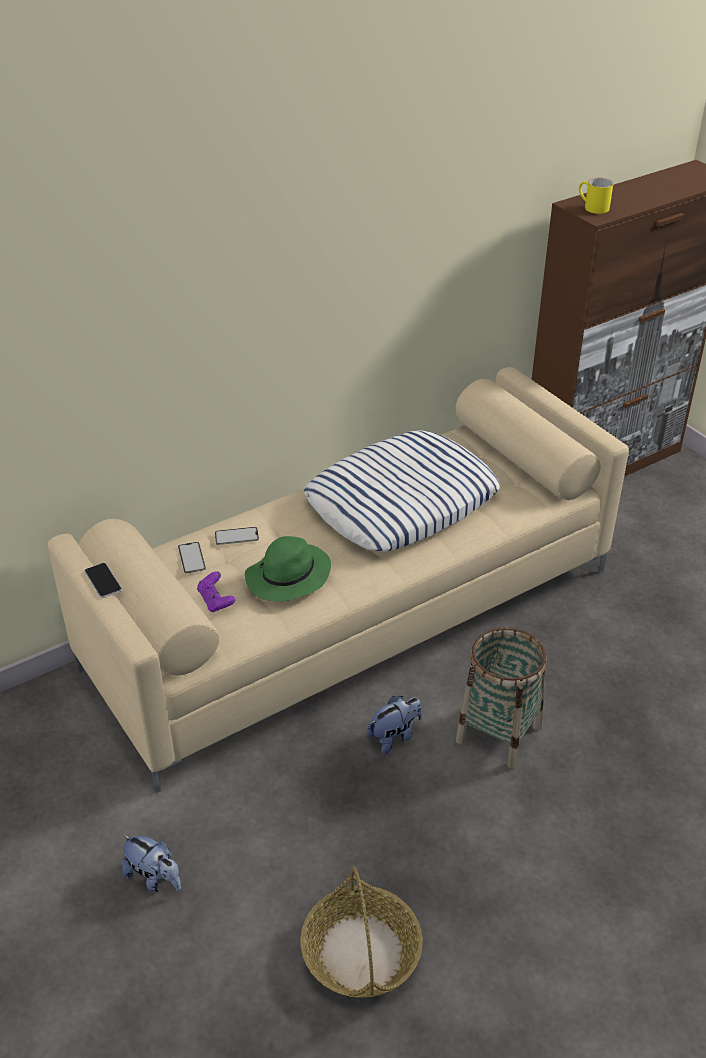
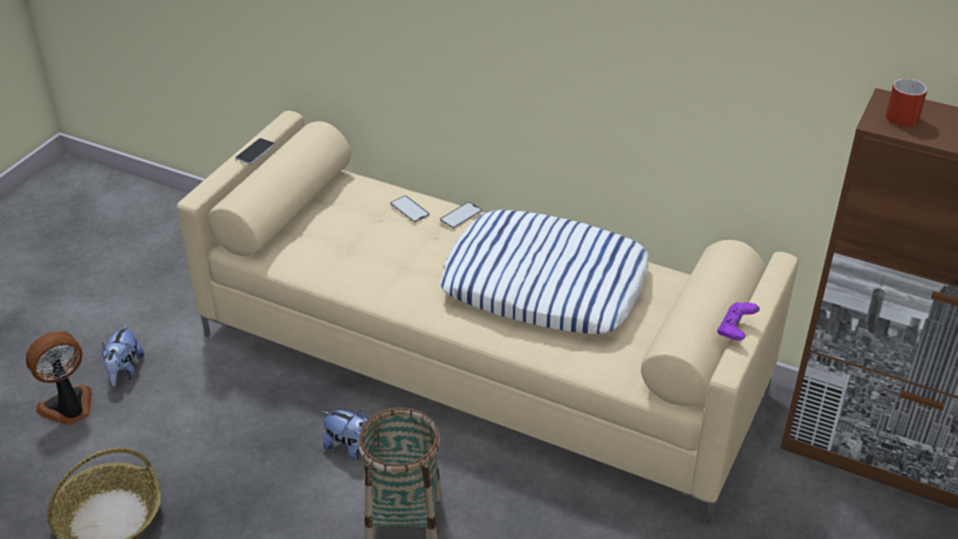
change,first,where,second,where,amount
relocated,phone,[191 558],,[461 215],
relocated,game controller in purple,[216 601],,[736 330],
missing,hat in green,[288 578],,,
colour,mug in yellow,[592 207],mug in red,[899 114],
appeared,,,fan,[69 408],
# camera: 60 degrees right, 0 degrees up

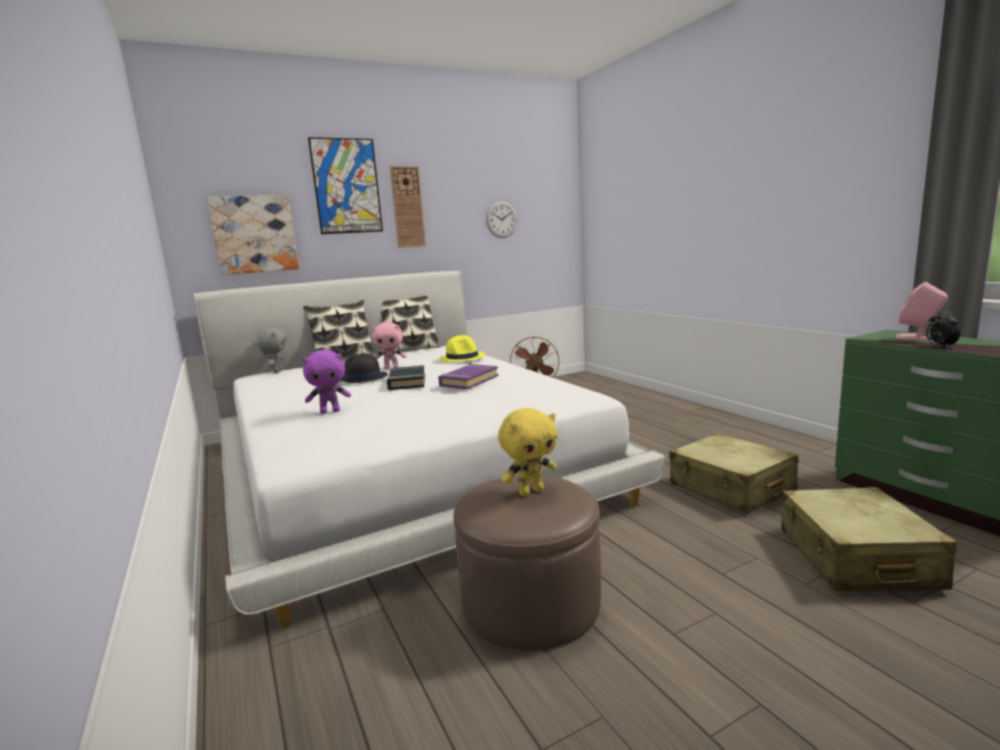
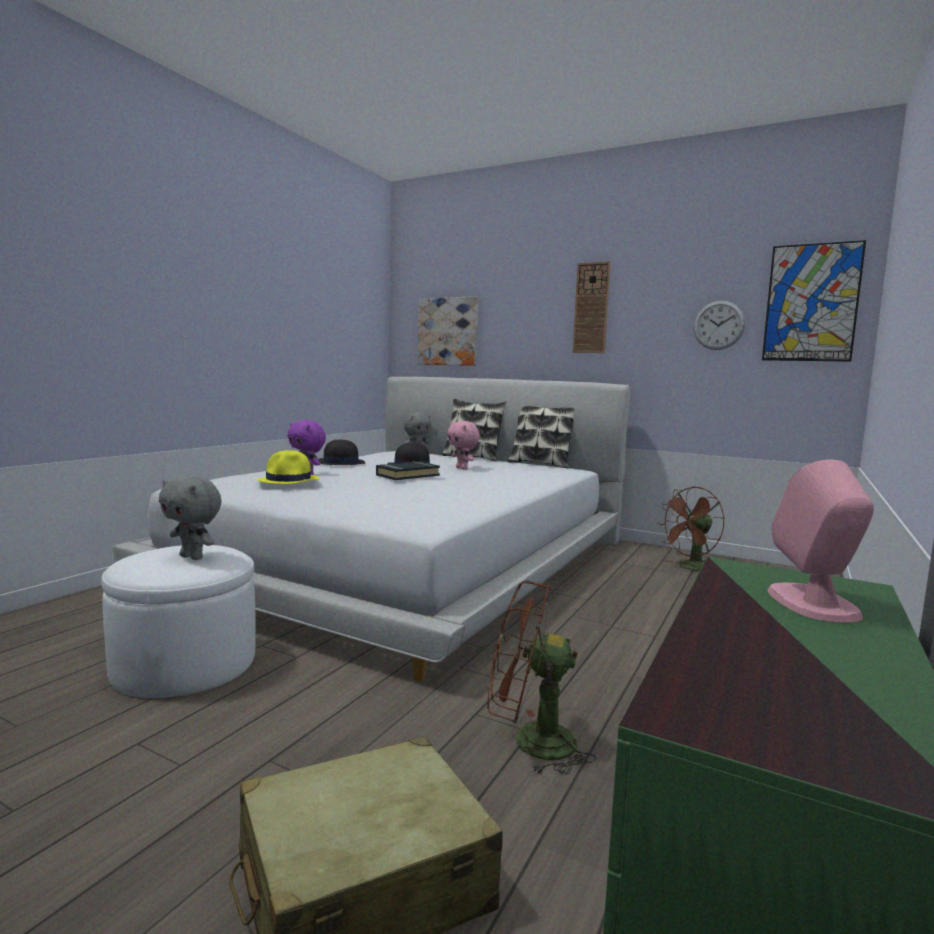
change,first,where,second,where,amount
relocated,picture,[346 186],,[811 303],
missing,book in purple,[468 381],,,
relocated,hat in yellow,[462 357],,[289 480],
colour,ottoman in brown,[531 602],ottoman in white,[185 664],
colour,plush toy in yellow,[531 491],plush toy in grey,[193 557],
exchanged,suitcase in beige,[731 488],fan in brown,[530 742],
missing,alarm clock,[940 346],,,
appeared,,,hat in black,[340 463],
# camera: 55 degrees right, 5 degrees down

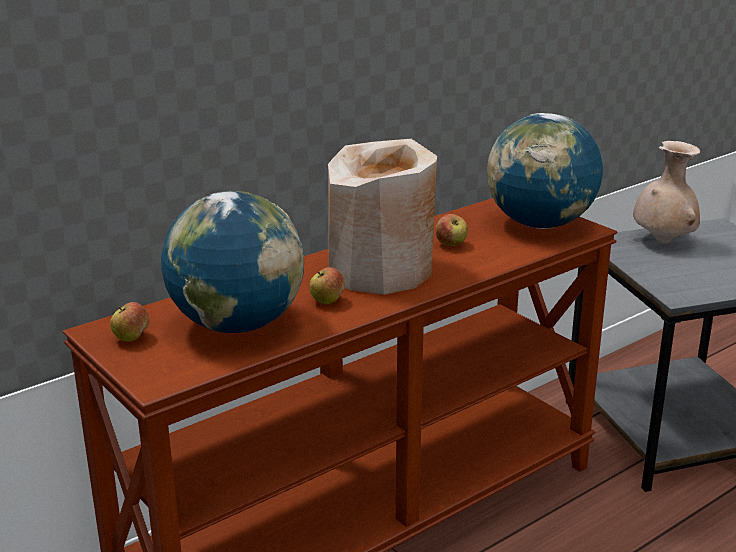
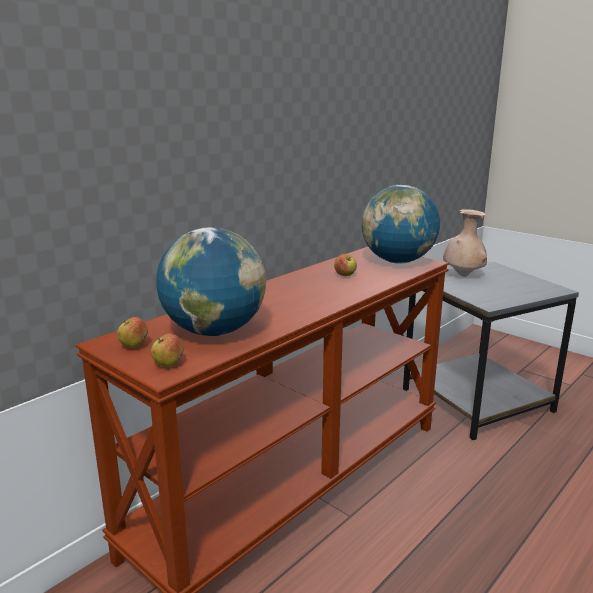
change,first,where,second,where,amount
relocated,apple,[327 301],,[168 364],
missing,vase in beige,[380 270],,,
# camera: 10 degrees left, 5 degrees down

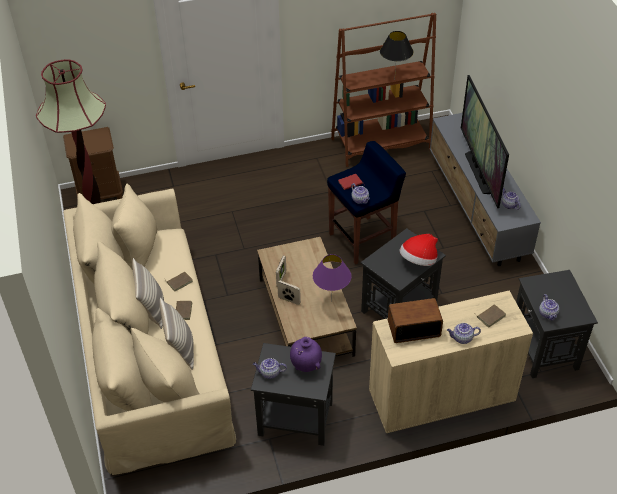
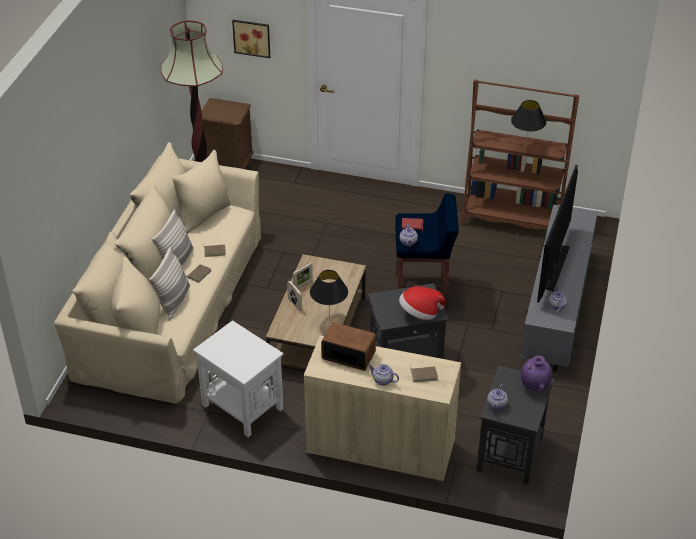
change,first,where,second,where,amount
colour,side table in black,[294 418],side table in white,[242 406],
missing,teapot,[269 373],,,
relocated,vase in purple,[306 365],,[534 387],
colour,table lamp in purple,[331 302],table lamp in black,[329 320],
appeared,,,picture,[252 37],
# camera: 30 degrees right, 5 degrees down

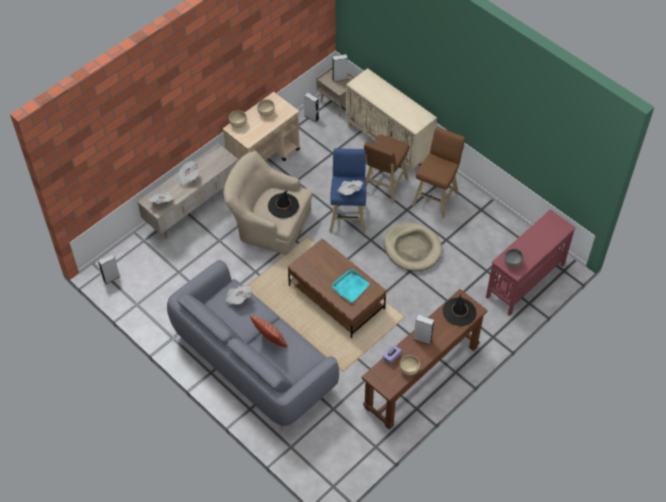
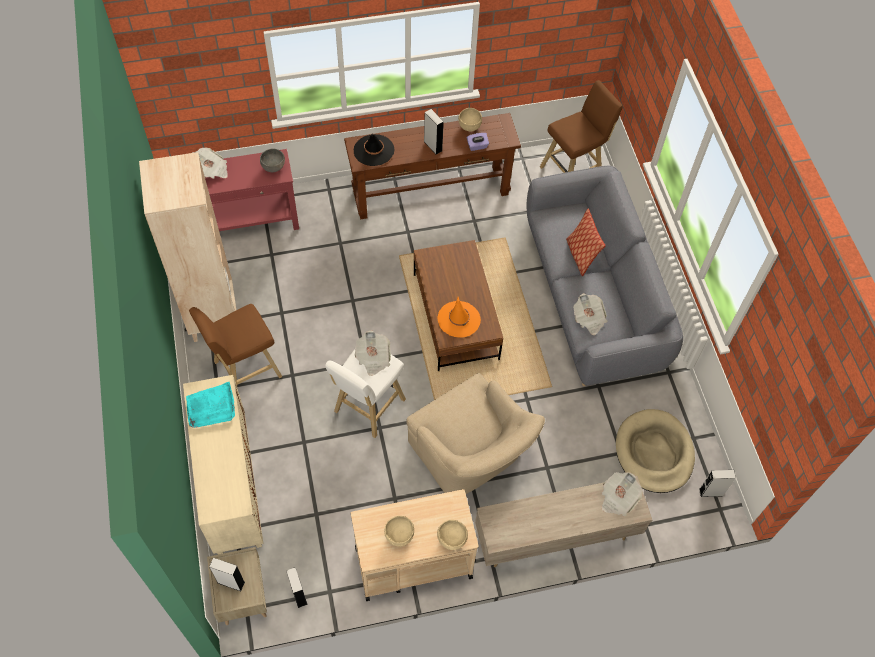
change,first,where,second,where,amount
relocated,newspaper,[187 177],,[212 170],
missing,hat in black,[283 206],,,
colour,stool in blue,[348 216],stool in white,[367 408],
relocated,tray in turquoise,[350 286],,[211 407],
relocated,stool in brown,[383 186],,[573 172],
relocated,dog bed in beige,[412 248],,[654 452],
appeared,,,bookcase in beige,[212 315],
appeared,,,hat in orange,[459 319],
# camera: 150 degrees left, 5 degrees up

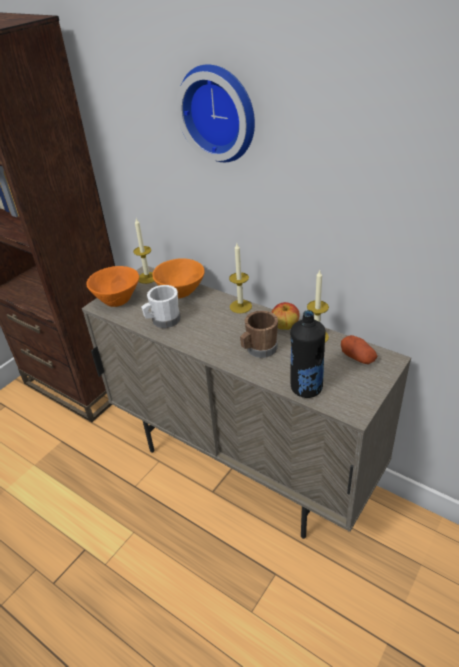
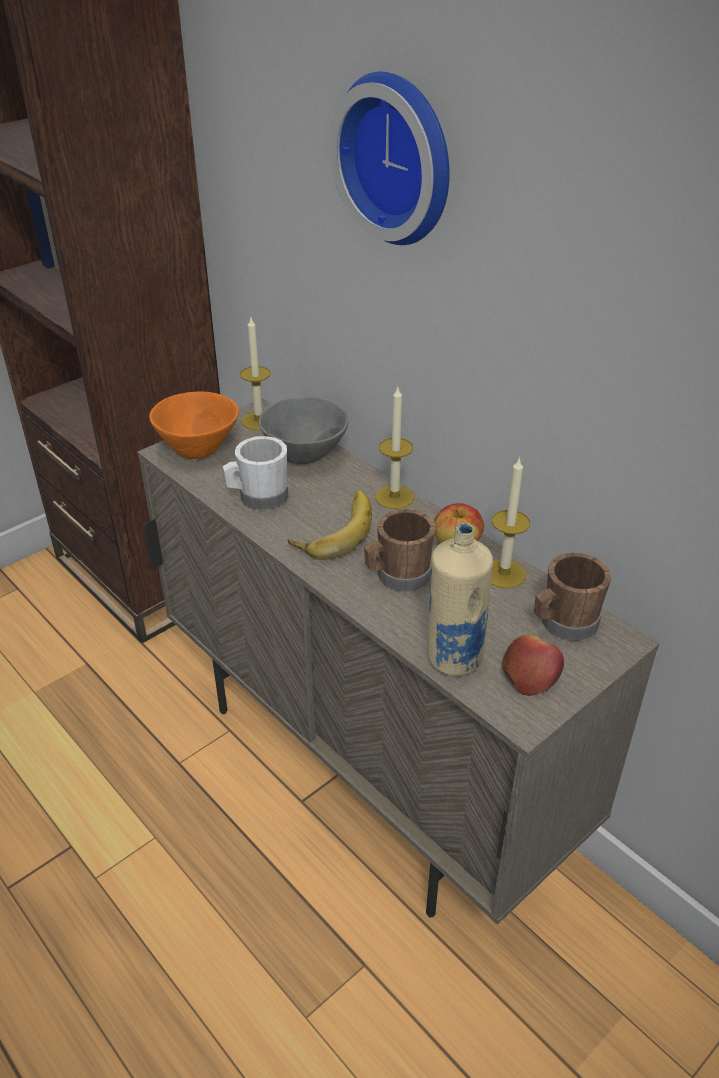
change,first,where,second,where,amount
colour,bowl in orange,[182 292],bowl in grey,[306 455],
colour,bottle in black,[306 388],bottle in beige,[453 658],
exchanged,potato,[357 357],mug in brown,[563 624],
appeared,,,banana,[334 529],
appeared,,,apple,[530 673],
# camera: 10 degrees right, 0 degrees up

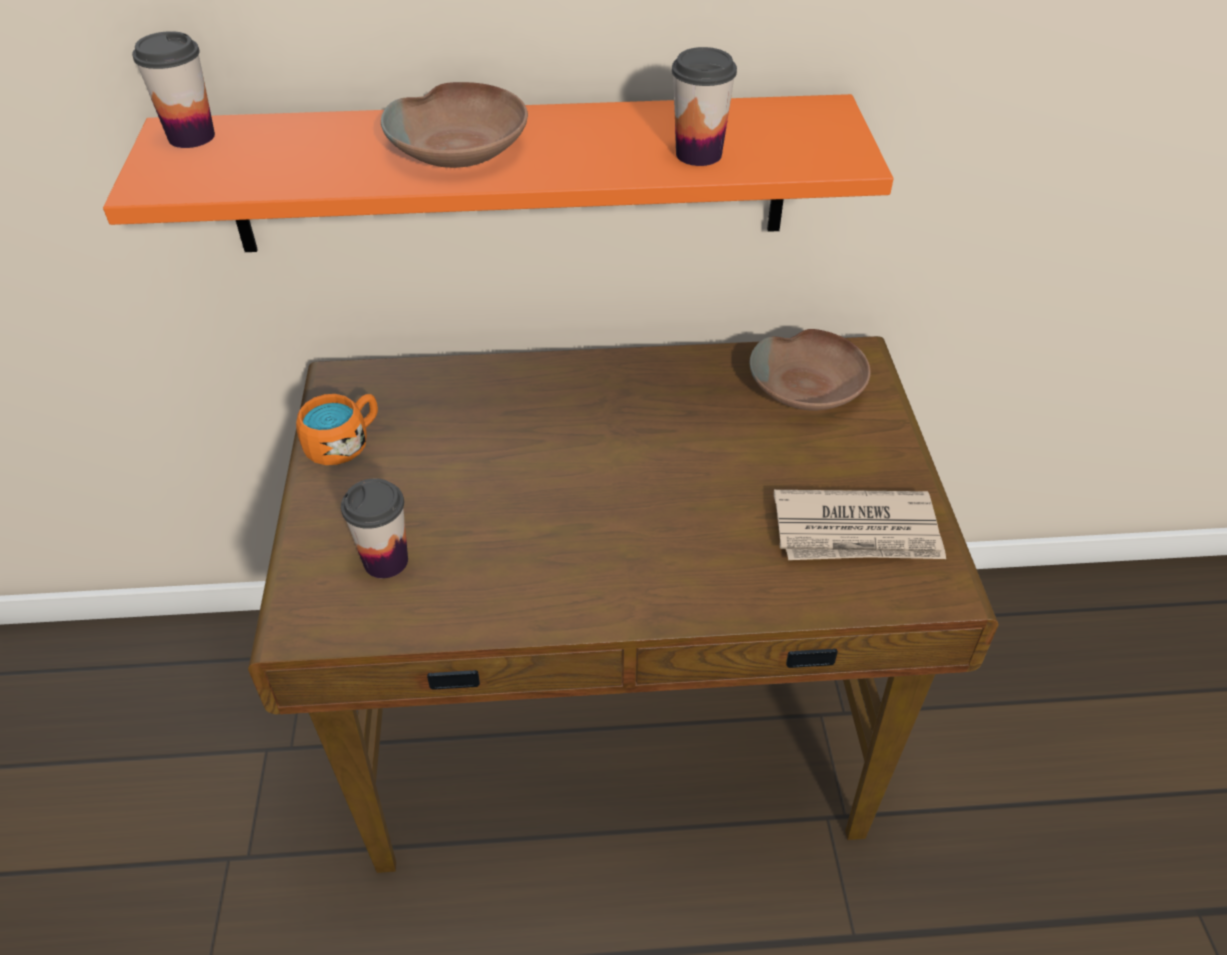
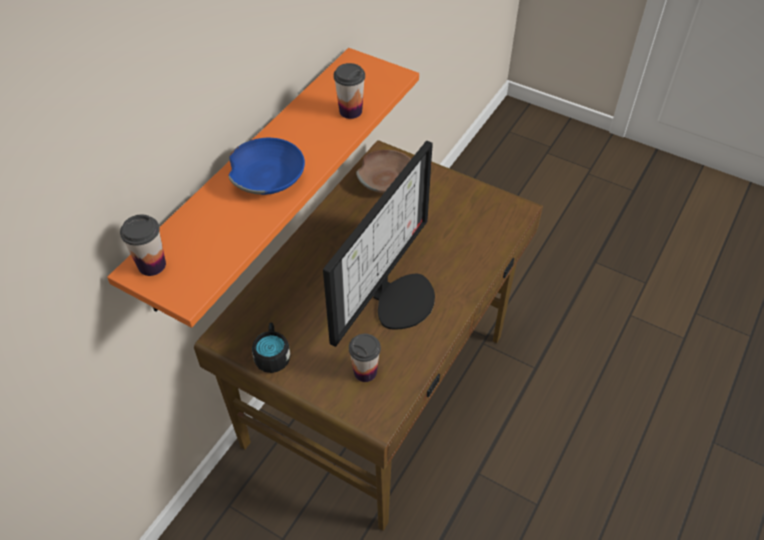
change,first,where,second,where,amount
colour,mug in orange,[344 443],mug in black,[272 355],
colour,bowl in brown,[461 146],bowl in blue,[267 176],
missing,newspaper,[857 532],,,
appeared,,,monitor,[398 297],
# camera: 55 degrees left, 5 degrees up

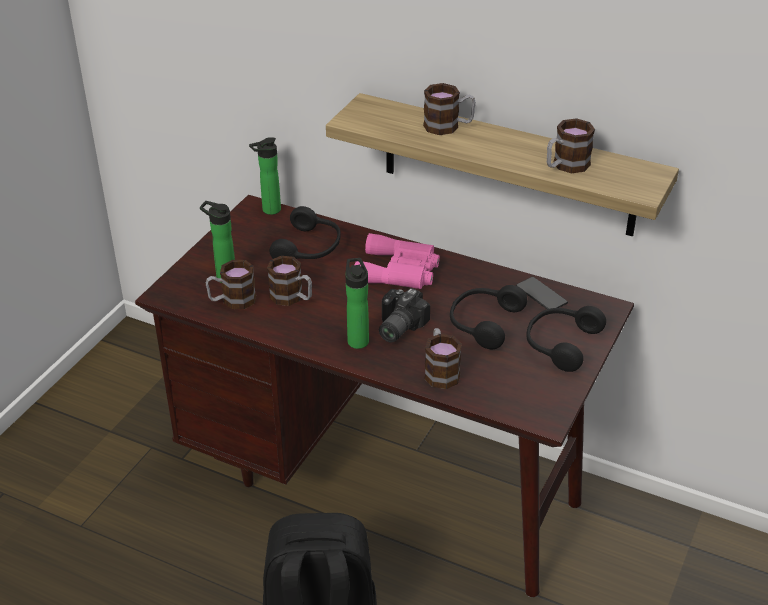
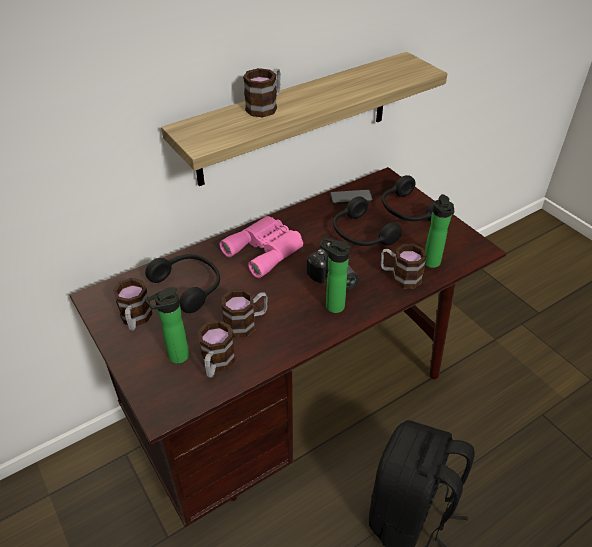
change,first,where,second,where,amount
relocated,bottle,[269 210],,[432 264],
relocated,mug,[565 166],,[135 319],
# camera: 60 degrees left, 5 degrees up

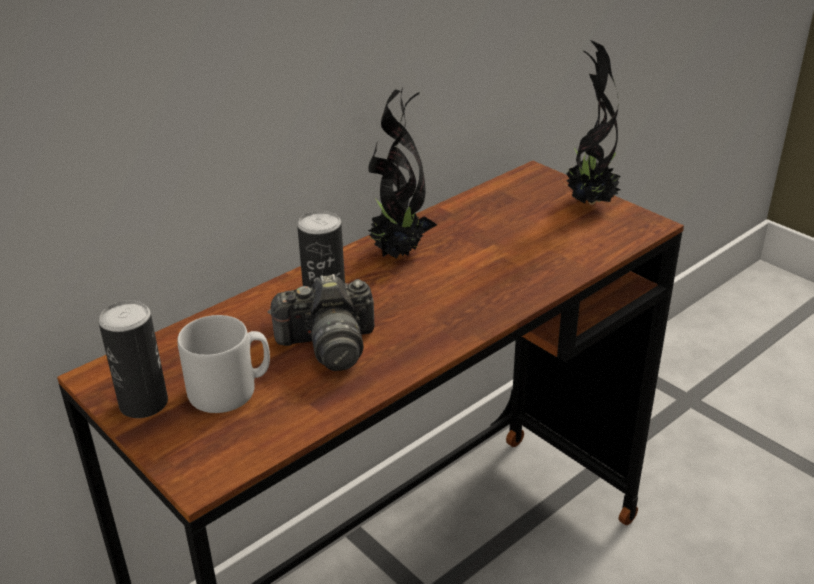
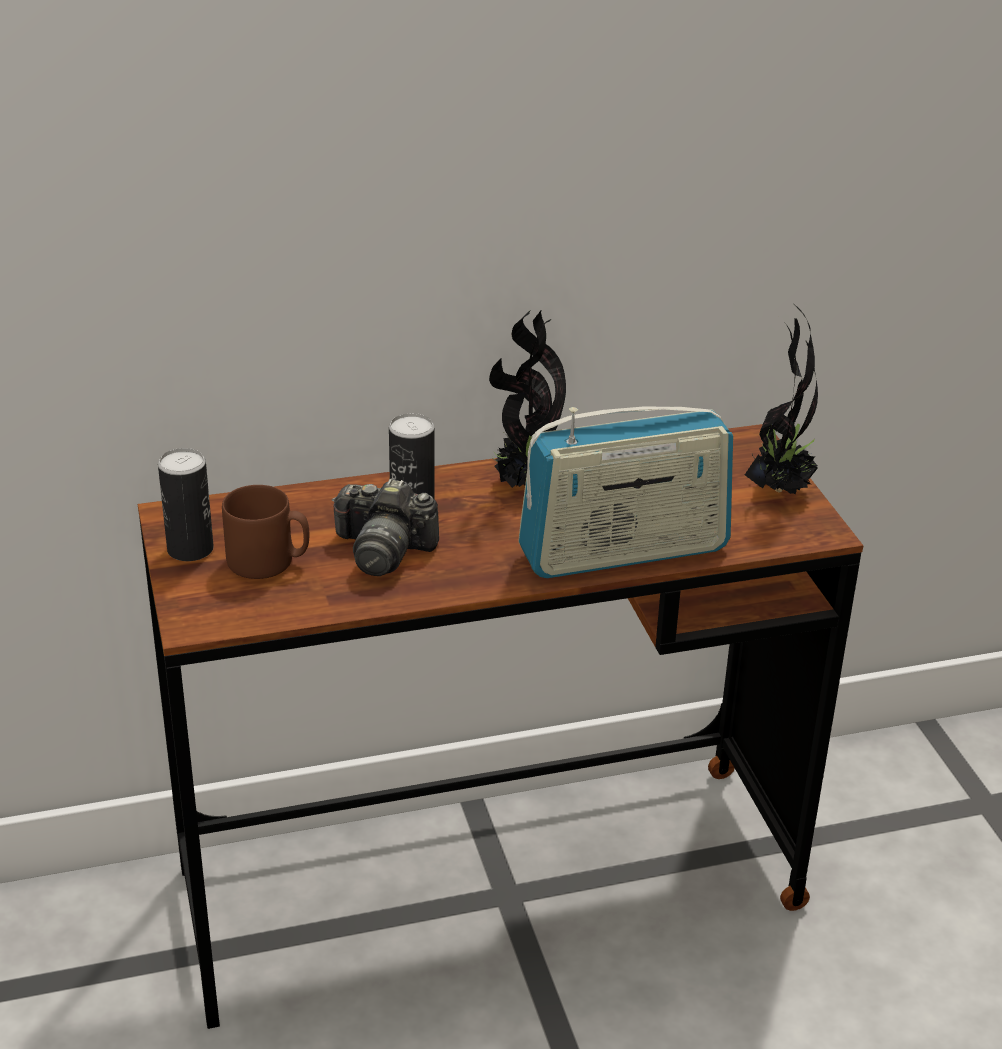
change,first,where,second,where,amount
colour,mug in grey,[231 390],mug in brown,[268 562],
appeared,,,radio,[624 552],
# camera: 25 degrees right, 0 degrees up

